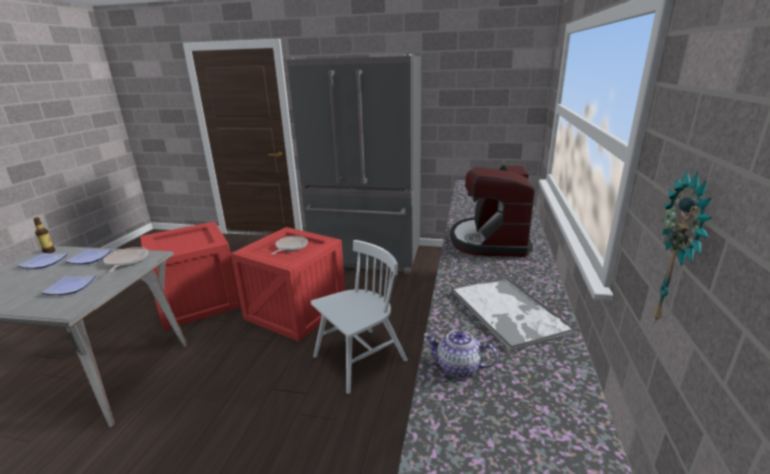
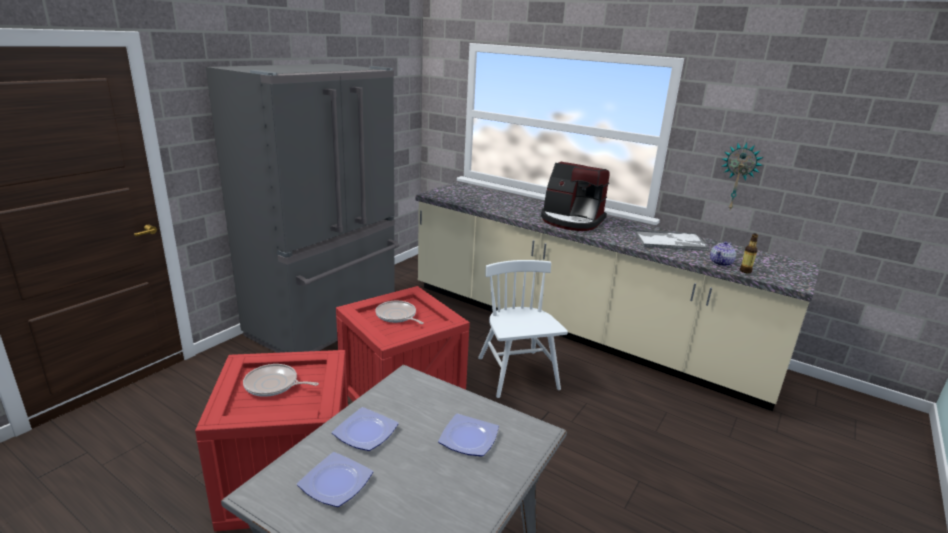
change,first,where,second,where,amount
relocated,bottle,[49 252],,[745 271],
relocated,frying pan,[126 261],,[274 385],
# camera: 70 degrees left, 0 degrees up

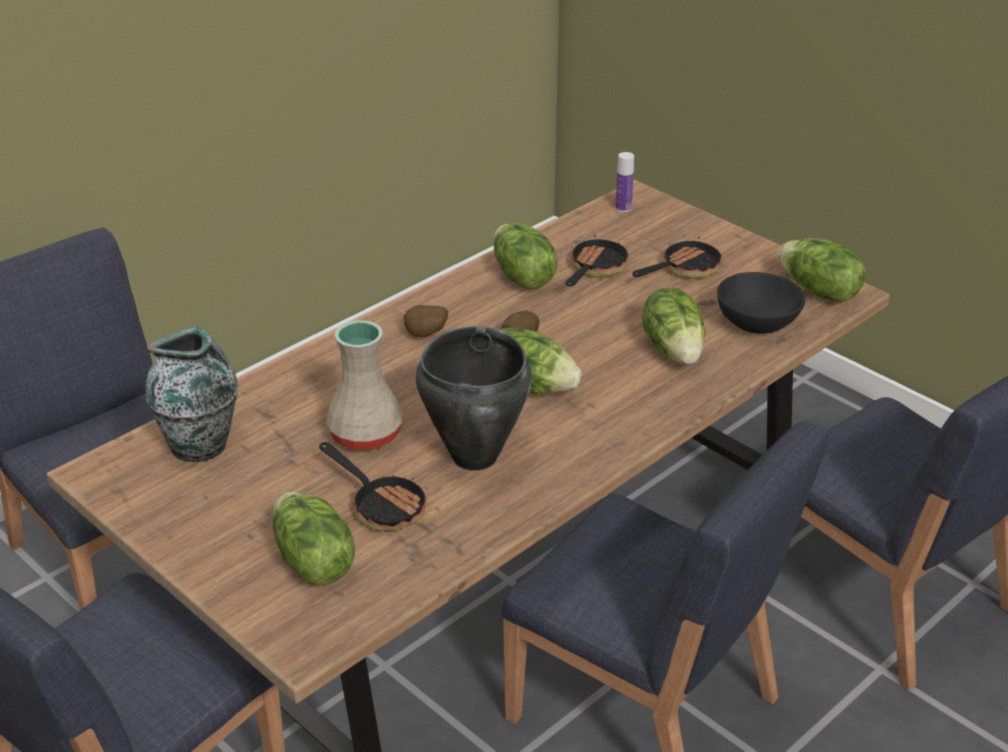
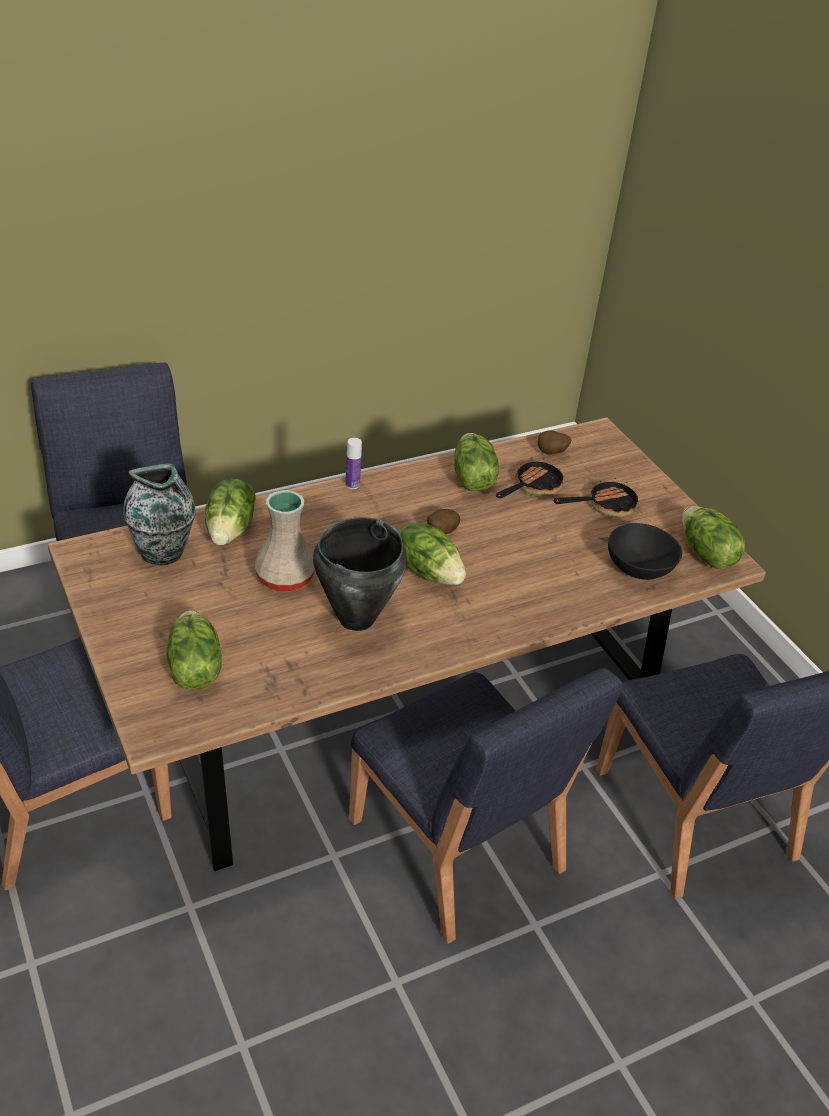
change,first,where,second,where,amount
missing,frying pan,[381 505],,,
relocated,potato,[426 335],,[551 453],
relocated,bottle,[623 208],,[352 484],
relocated,lettuce,[674 349],,[231 529],
# camera: 15 degrees right, 5 degrees up

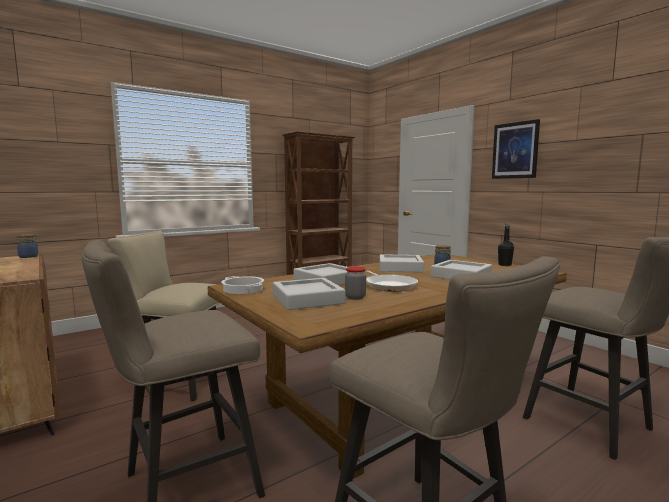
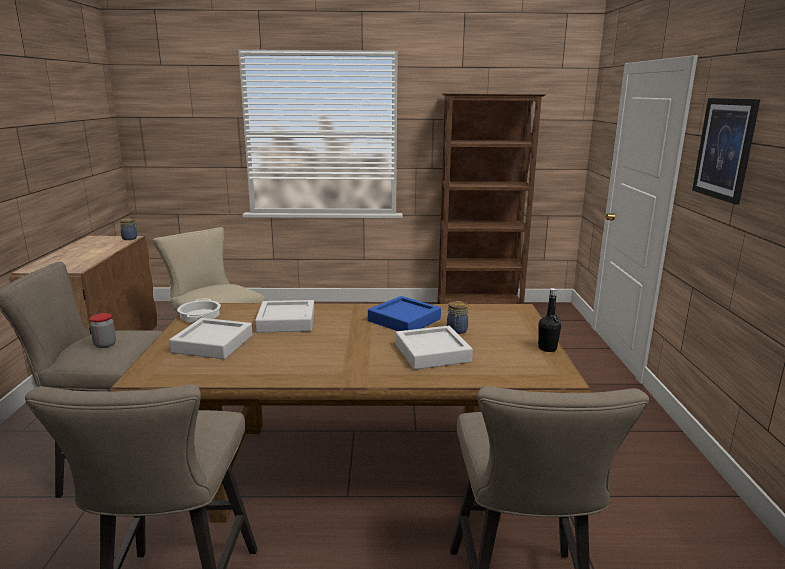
change,first,where,second,where,amount
relocated,jar,[355 297],,[105 344],
missing,frying pan,[389 285],,,
colour,tray in grey,[400 268],tray in blue,[404 320],
# camera: 35 degrees right, 10 degrees up

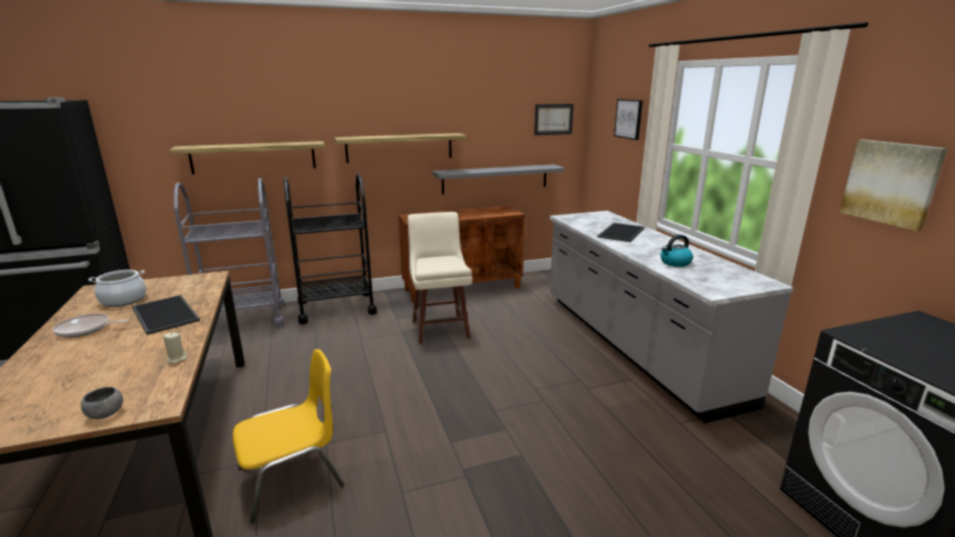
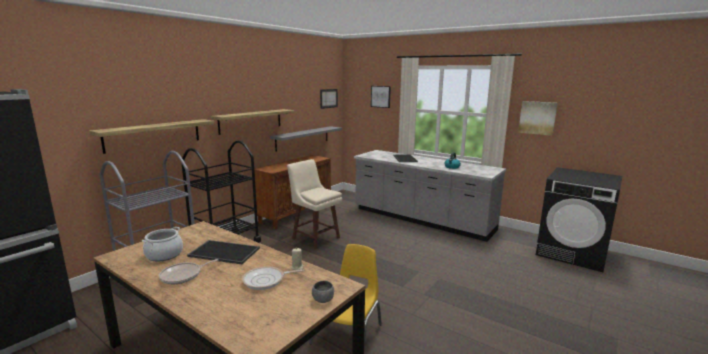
change,first,where,second,where,amount
appeared,,,frying pan,[266 280],
# camera: 35 degrees left, 5 degrees down

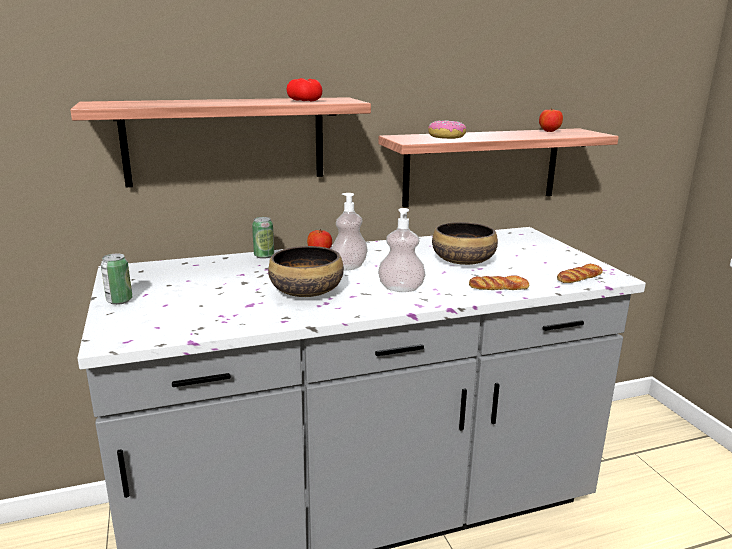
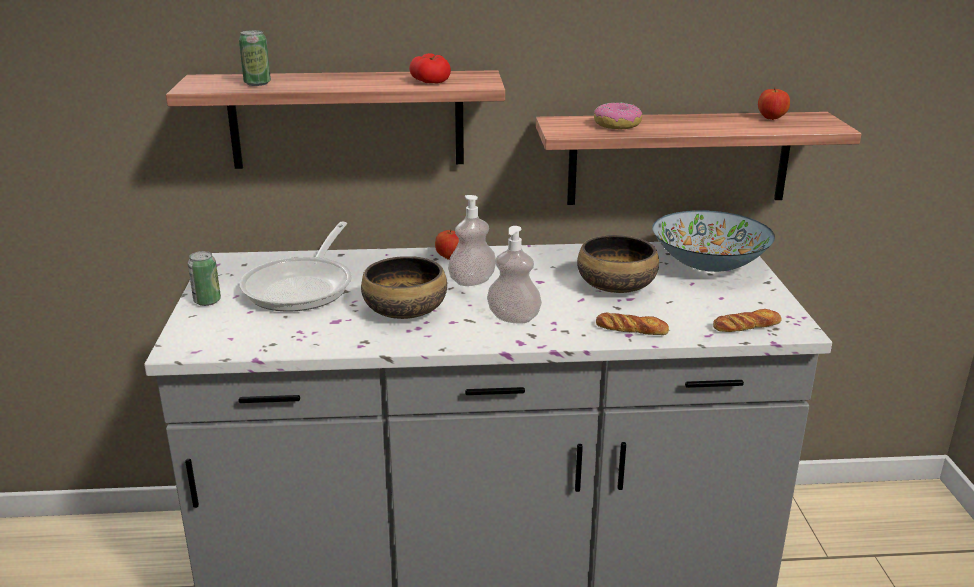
change,first,where,second,where,amount
relocated,can,[264 256],,[257 83],
appeared,,,frying pan,[303 286],
appeared,,,bowl,[709 265],
# camera: 15 degrees right, 5 degrees up

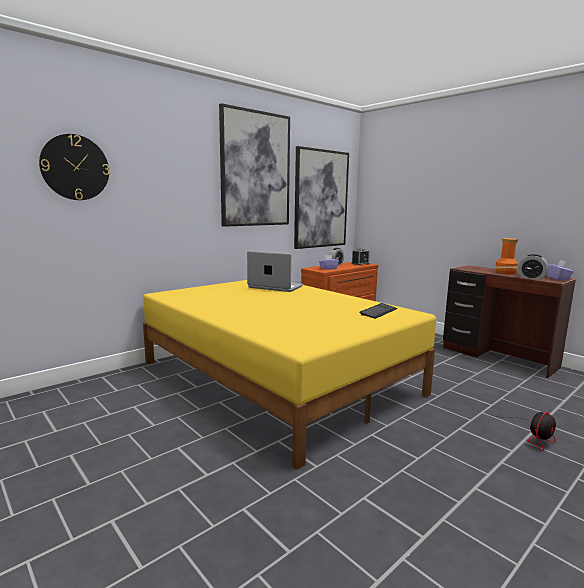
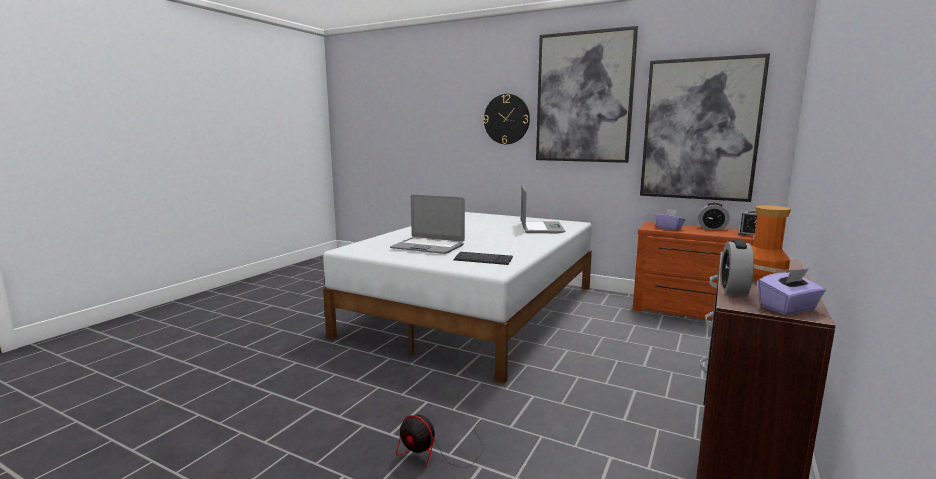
change,first,where,second,where,amount
relocated,wall clock,[75 167],,[506 119],
colour,bed in yellow,[278 377],bed in white,[476 310],
appeared,,,laptop,[428 247],
# camera: 70 degrees right, 0 degrees up

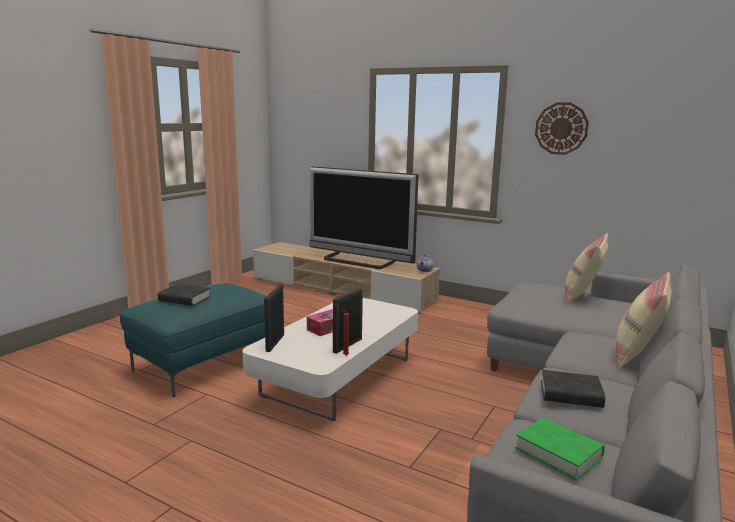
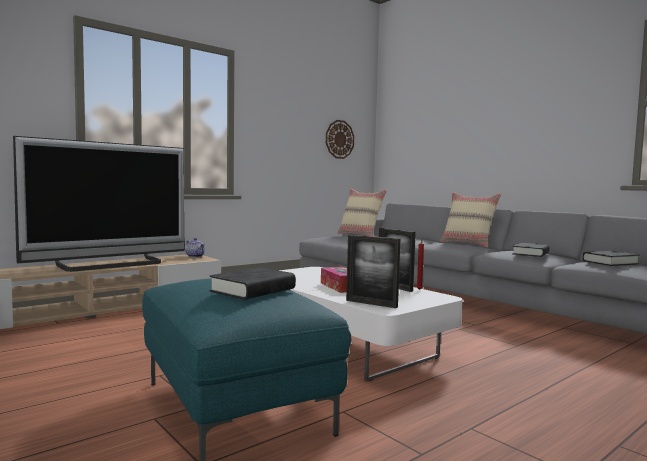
change,first,where,second,where,amount
colour,book in green,[558 453],book in black,[610 262],
relocated,wall clock,[561 128],,[339 139],
# camera: 70 degrees left, 10 degrees down

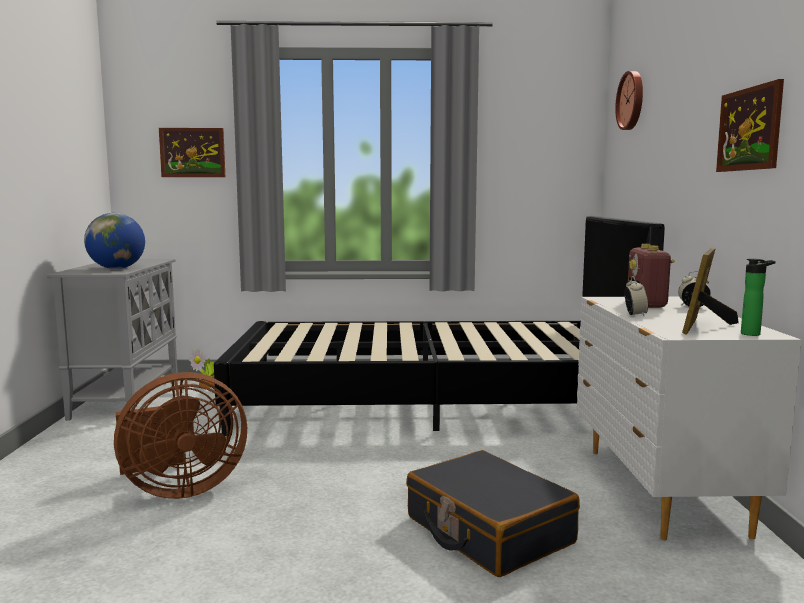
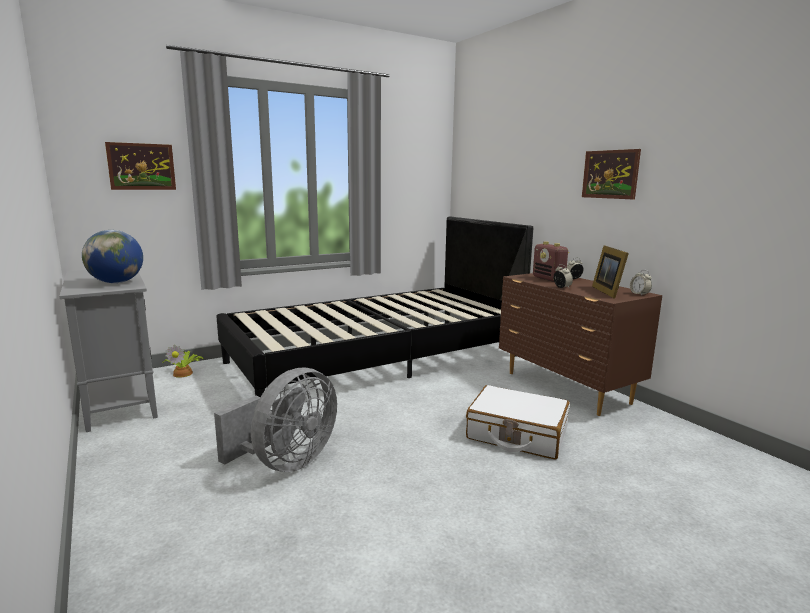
change,first,where,second,where,amount
colour,fan in brown,[179 489],fan in grey,[286 462],
colour,suitcase in black,[488 530],suitcase in white,[517 434],
colour,dresser in white,[660 490],dresser in brown,[566 388],
missing,wall clock,[632 100],,,
exchanged,bottle,[753 334],alarm clock,[639 294],
# camera: 30 degrees left, 5 degrees up

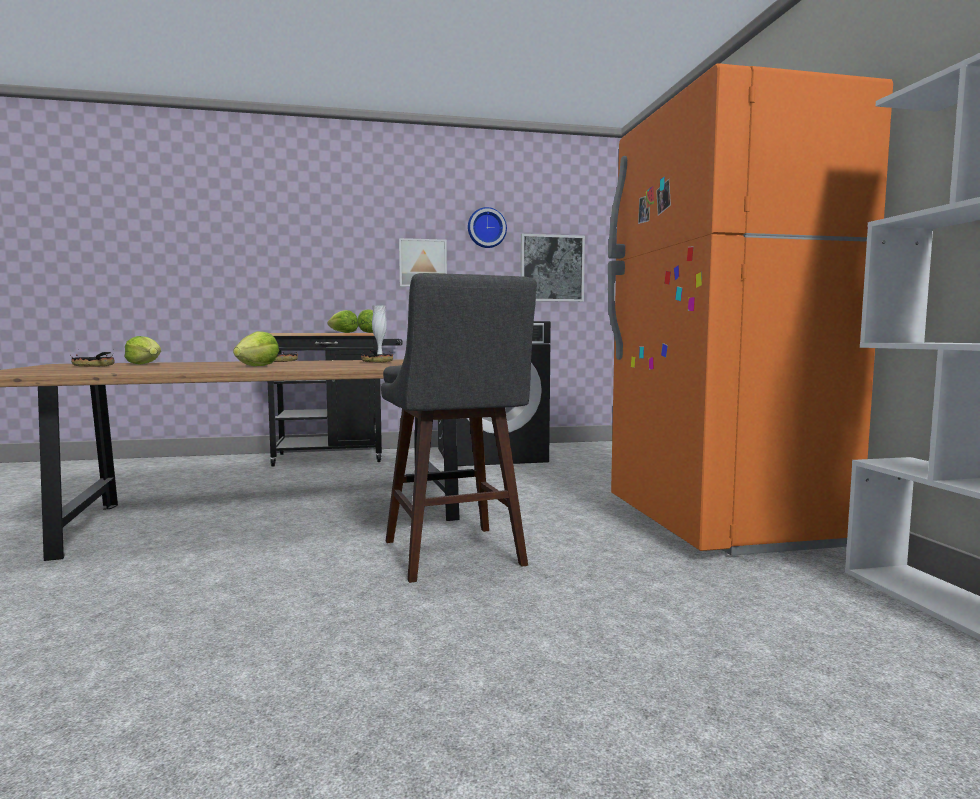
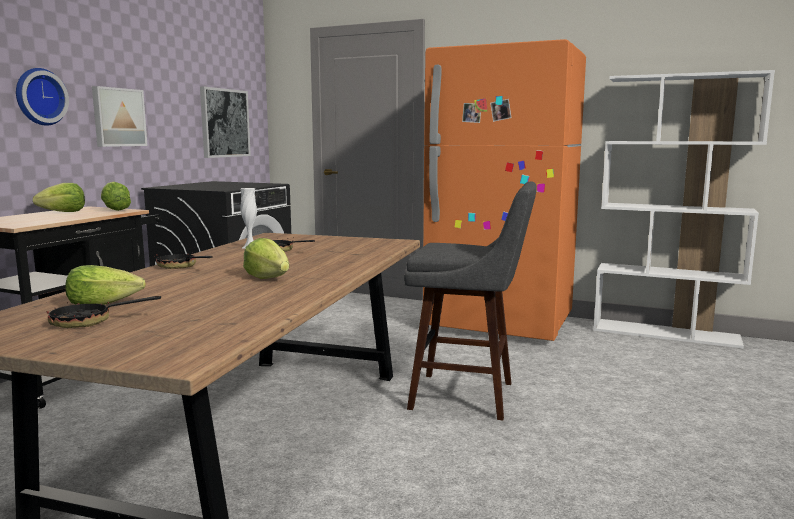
change,first,where,second,where,amount
relocated,wall clock,[486 228],,[39 97],
# camera: 55 degrees left, 5 degrees up

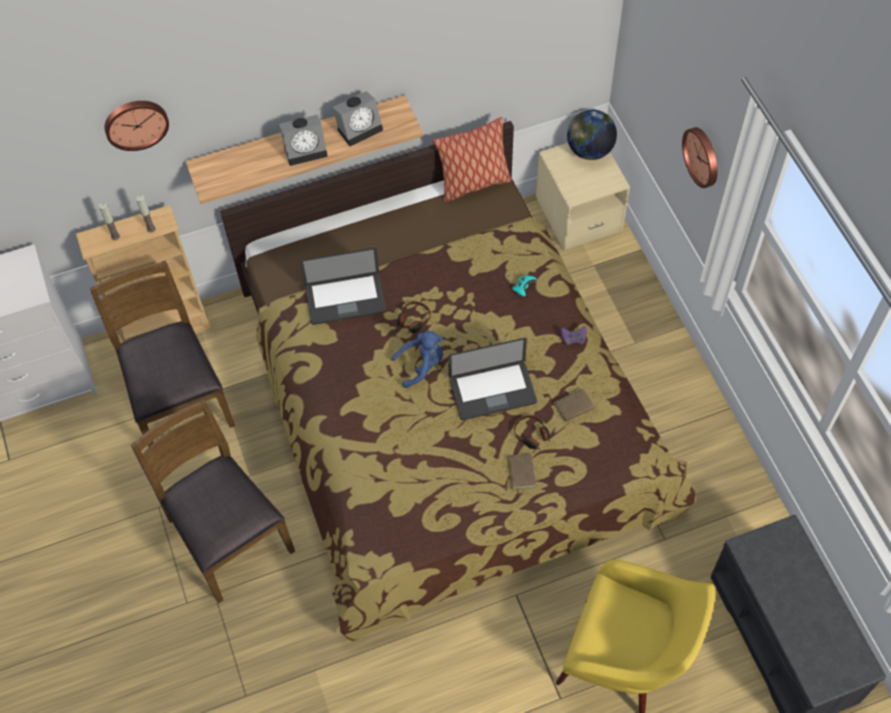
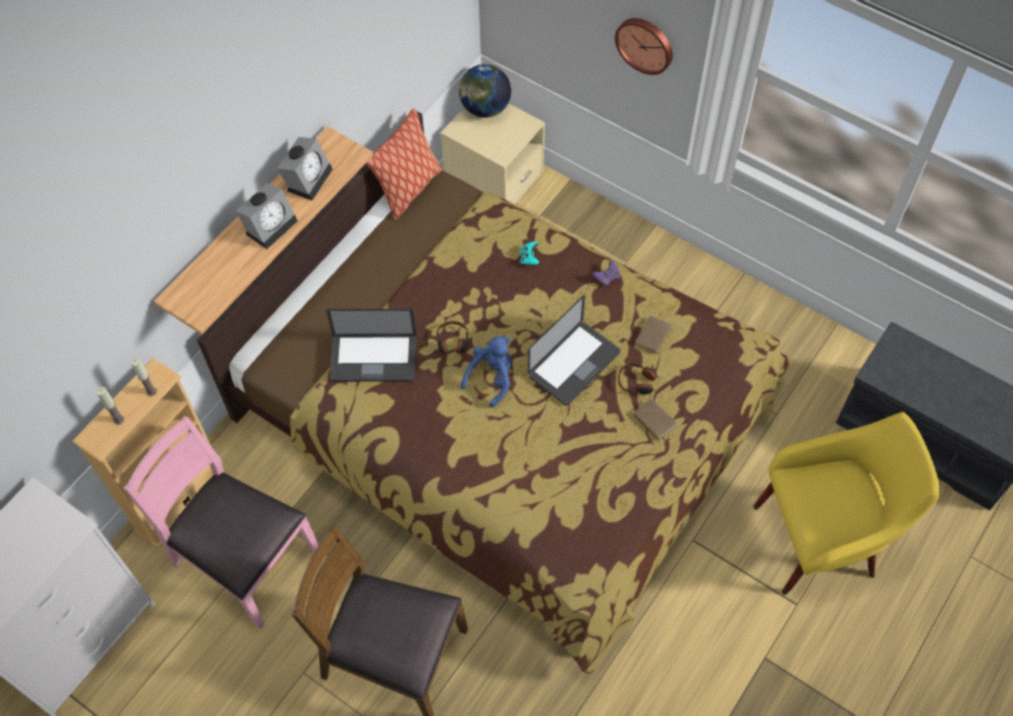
change,first,where,second,where,amount
colour,chair in brown,[178 399],chair in pink,[243 558],
missing,wall clock,[136 123],,,
spun,laptop,[345 300],,[373 359],45 degrees clockwise
# camera: 35 degrees left, 0 degrees up

